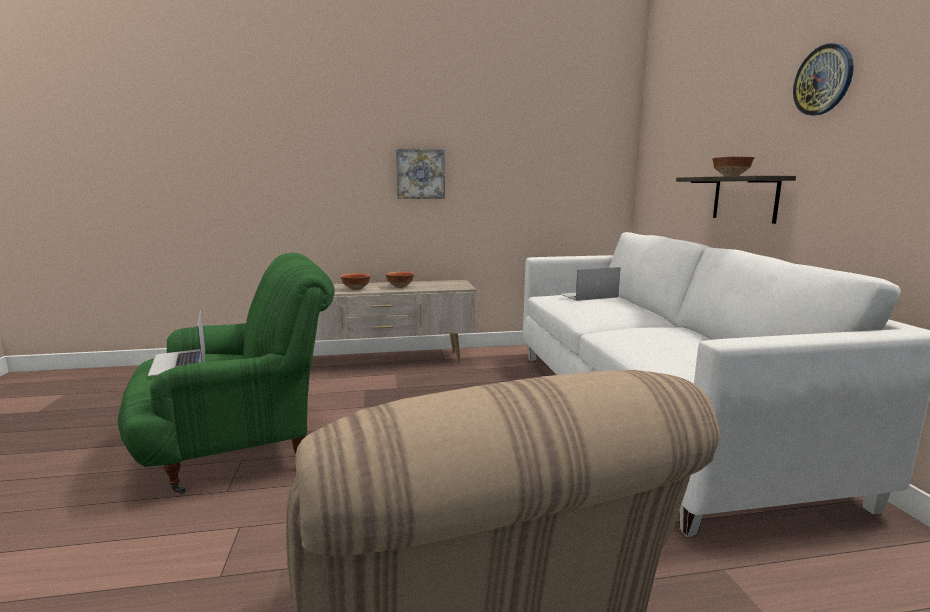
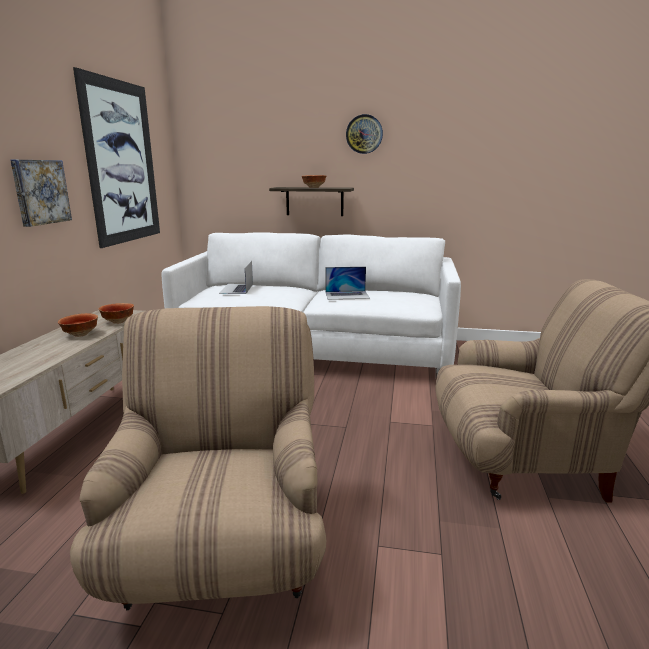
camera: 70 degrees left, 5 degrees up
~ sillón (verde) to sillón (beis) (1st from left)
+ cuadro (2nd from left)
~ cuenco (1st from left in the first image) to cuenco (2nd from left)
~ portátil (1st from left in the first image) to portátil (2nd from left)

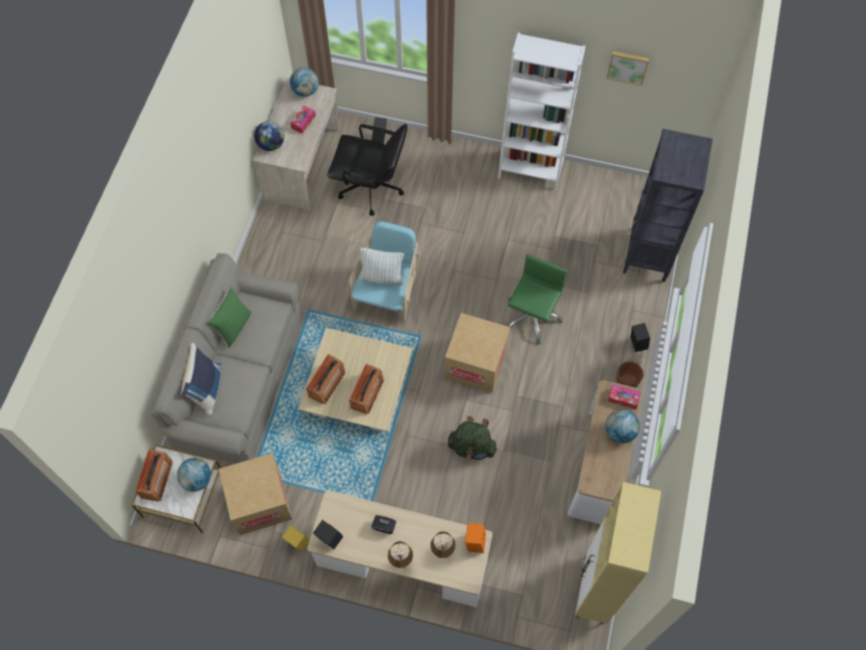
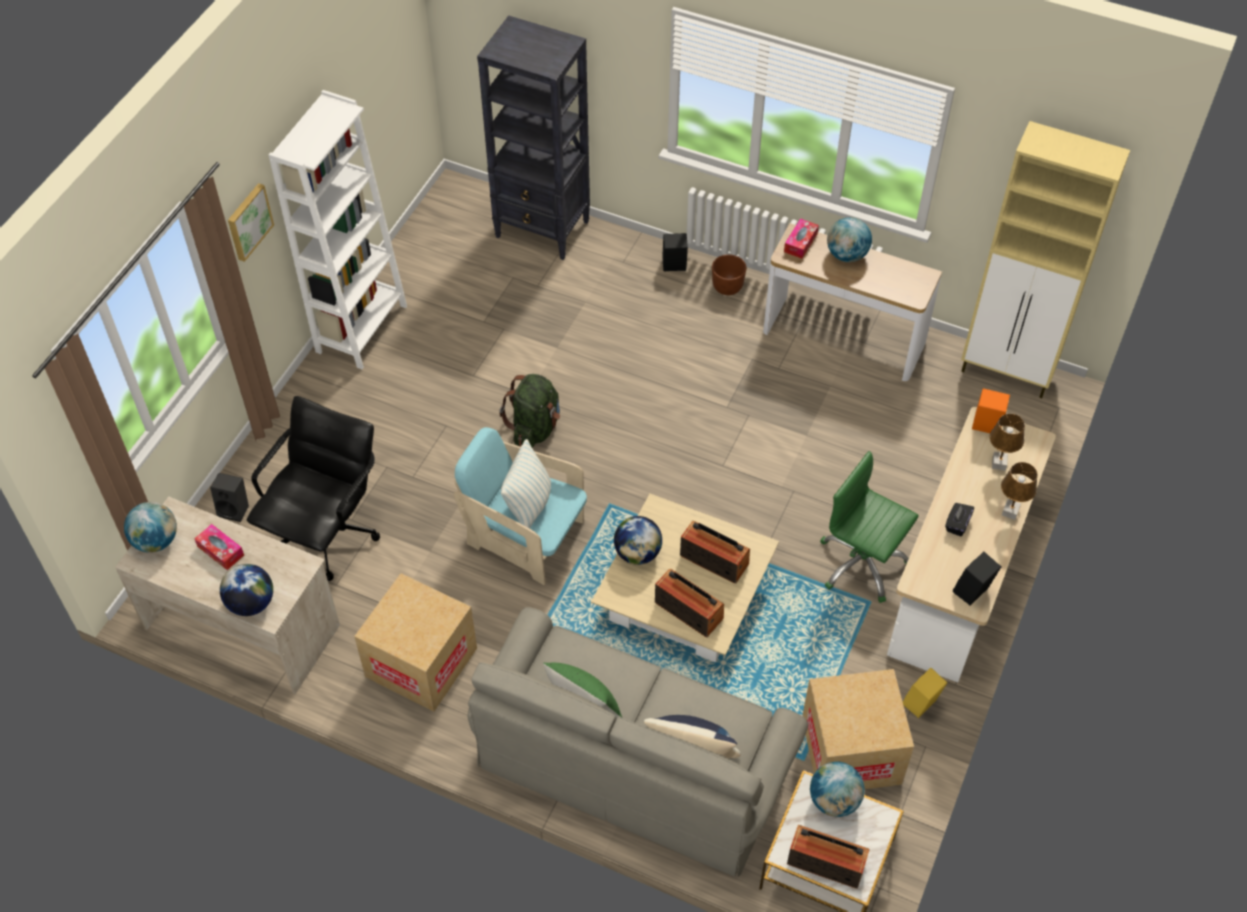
camera: 80 degrees left, 10 degrees down
~ cuadro
~ caja de cartón (2nd from left in the first image) to caja de cartón (1st from left)
~ mochila (verde)
+ globo terráqueo (3rd from left)
~ silla de oficina (verde)

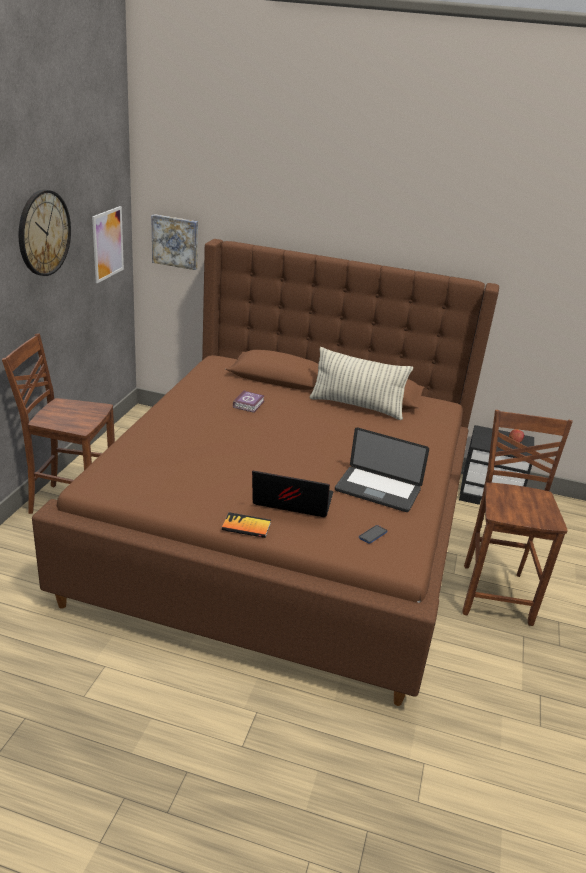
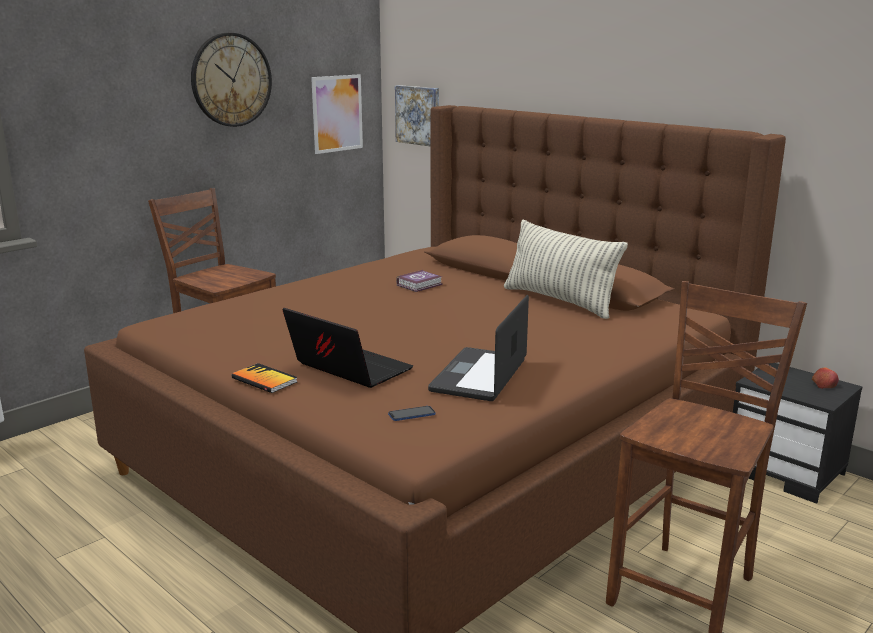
camera: 30 degrees right, 10 degrees down
~ portátil (2nd from left) 60 degrees clockwise

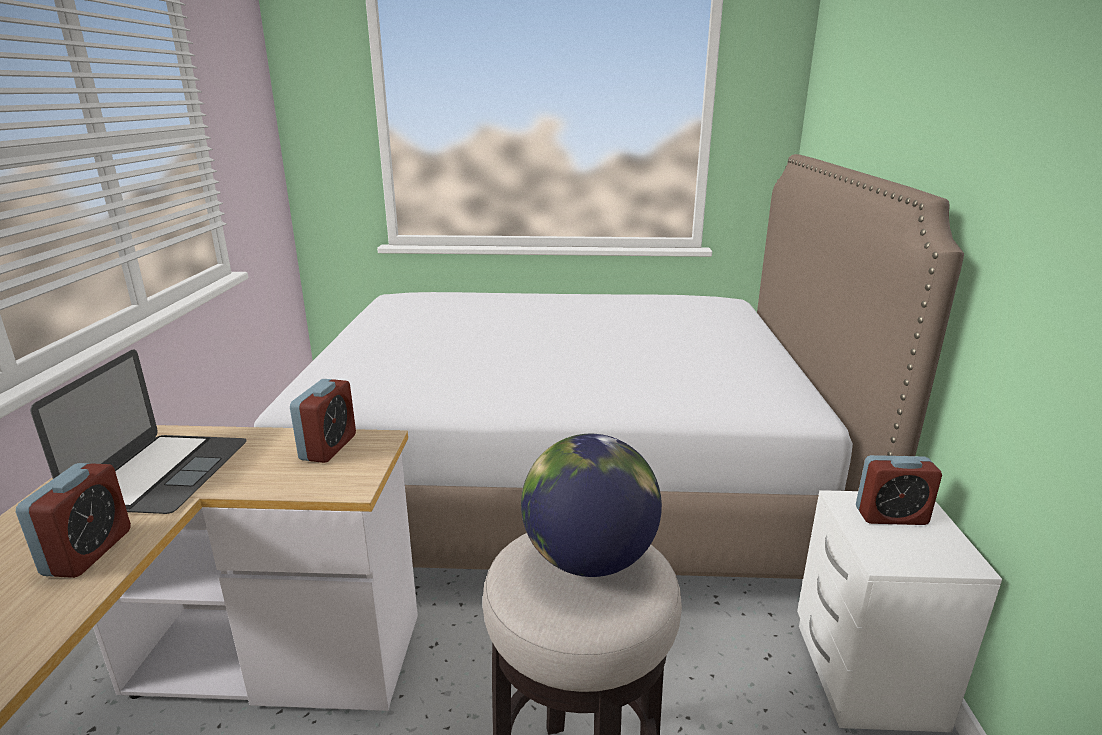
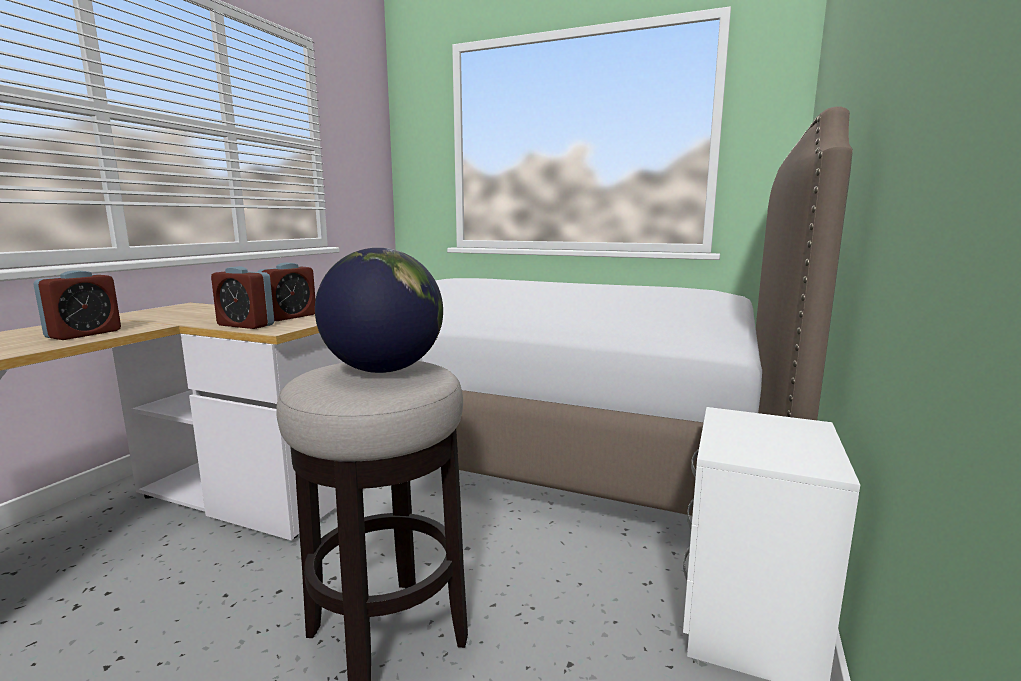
camera: 20 degrees right, 10 degrees down
~ despertador (3rd from left in the first image) to despertador (2nd from left)
- portátil

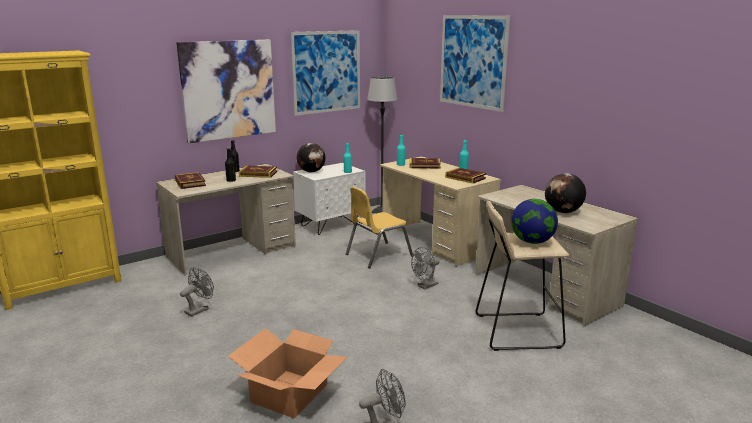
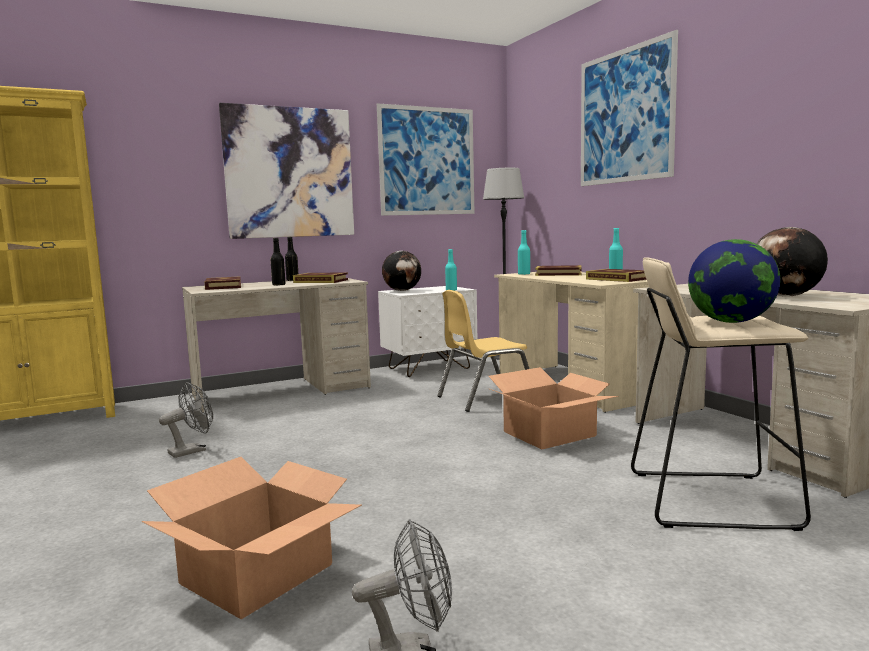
camera: 10 degrees right, 10 degrees down
~ ventilador (gris) (3rd from left) to caja de cartón (2nd from left)

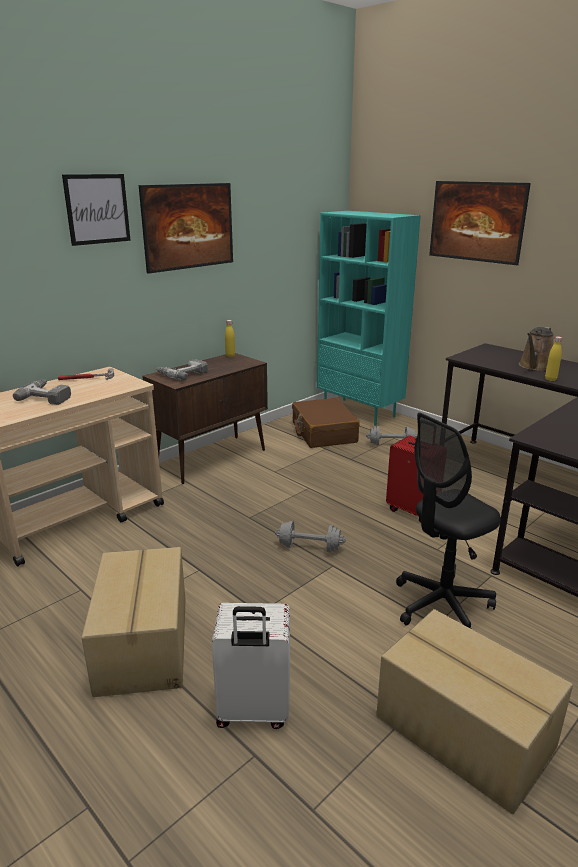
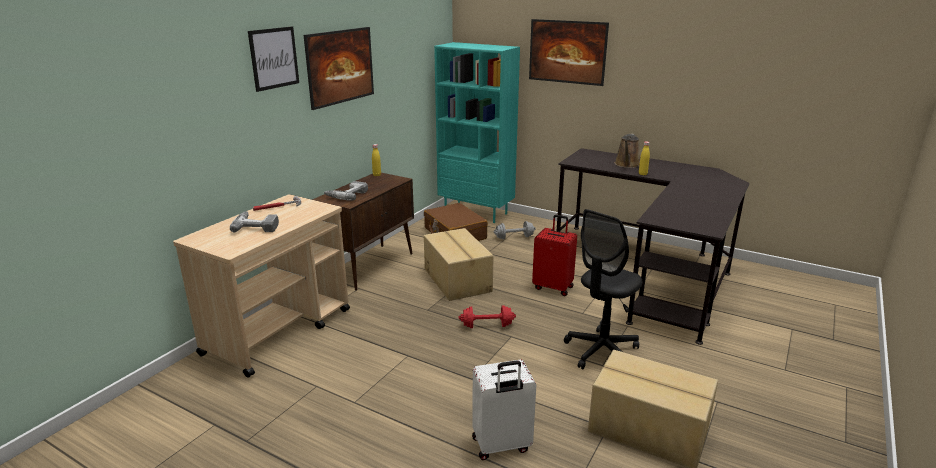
camera: 15 degrees left, 0 degrees up
~ caja de cartón (1st from left)
~ mancuerna (gris) (1st from left) to mancuerna (rojo)

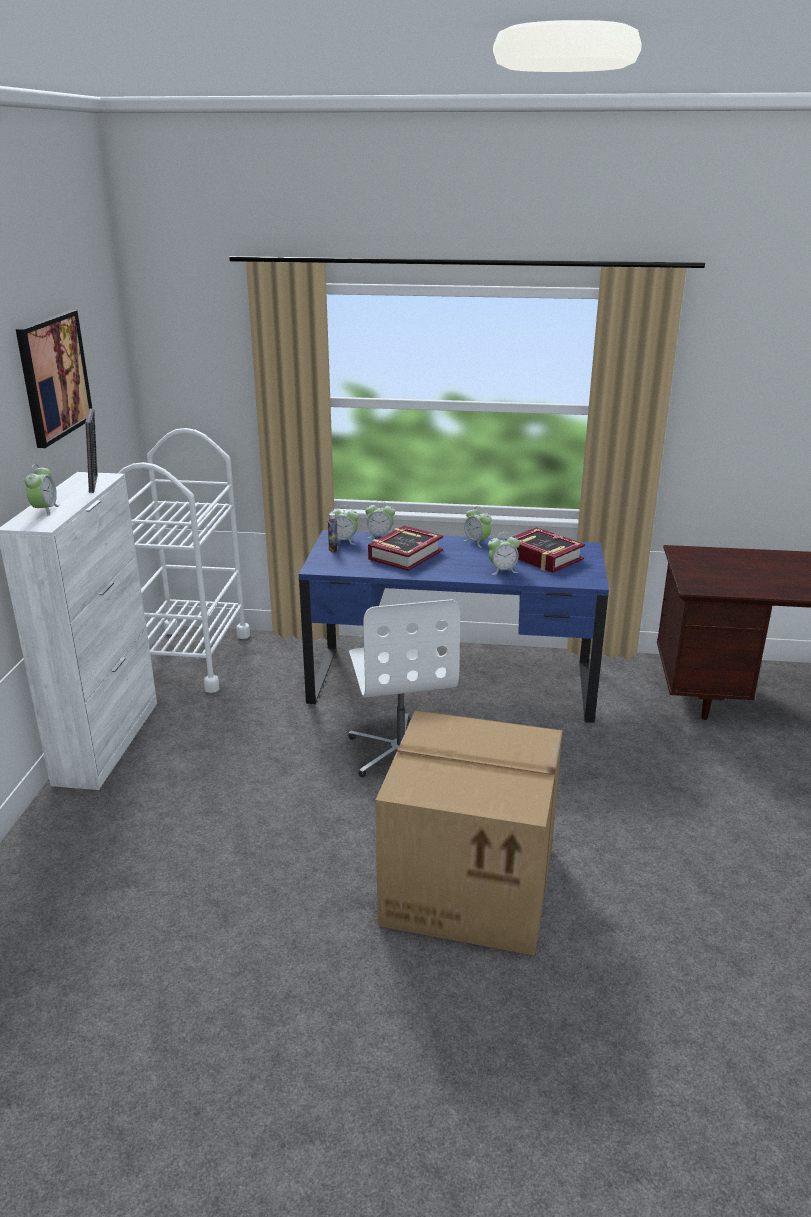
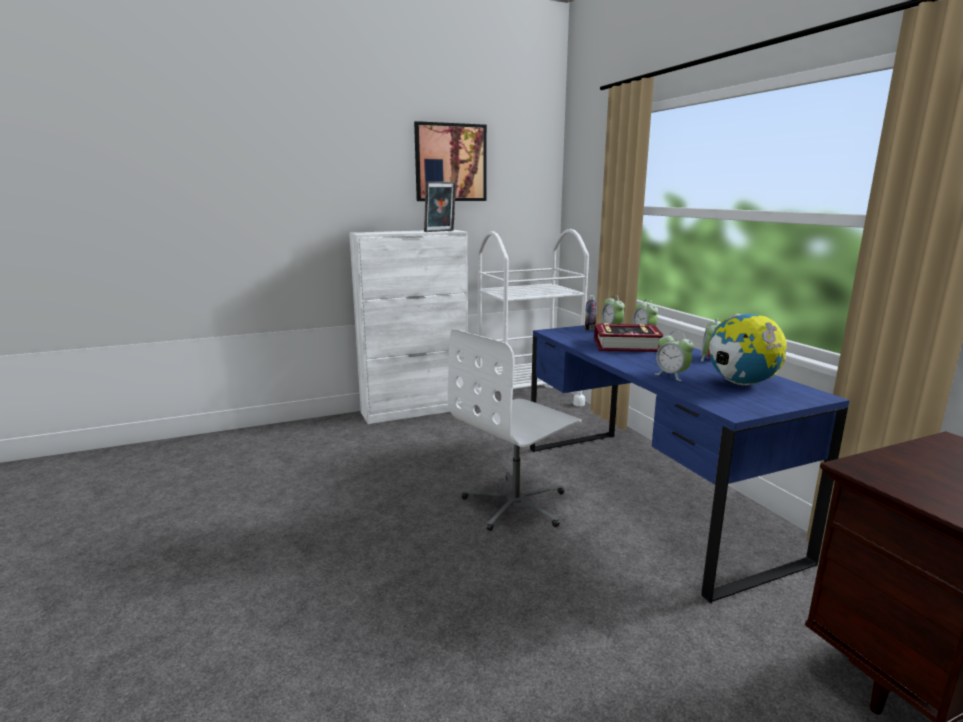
camera: 60 degrees right, 10 degrees down
~ libro (2nd from left) to globo terráqueo
- despertador (1st from left)
- caja de cartón

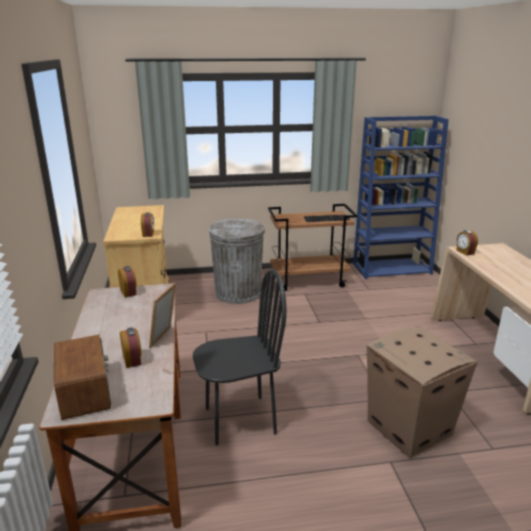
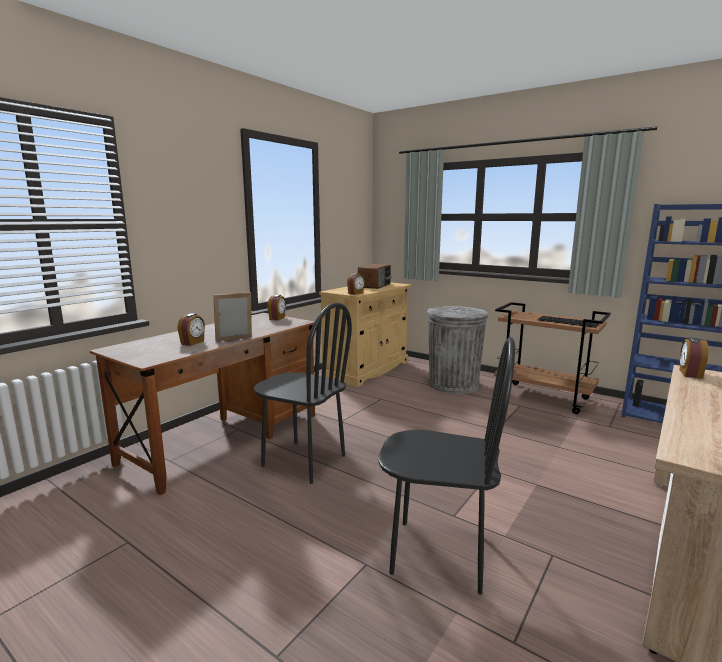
camera: 45 degrees right, 10 degrees down
~ radio
~ caja de cartón to silla (negro) (2nd from left)

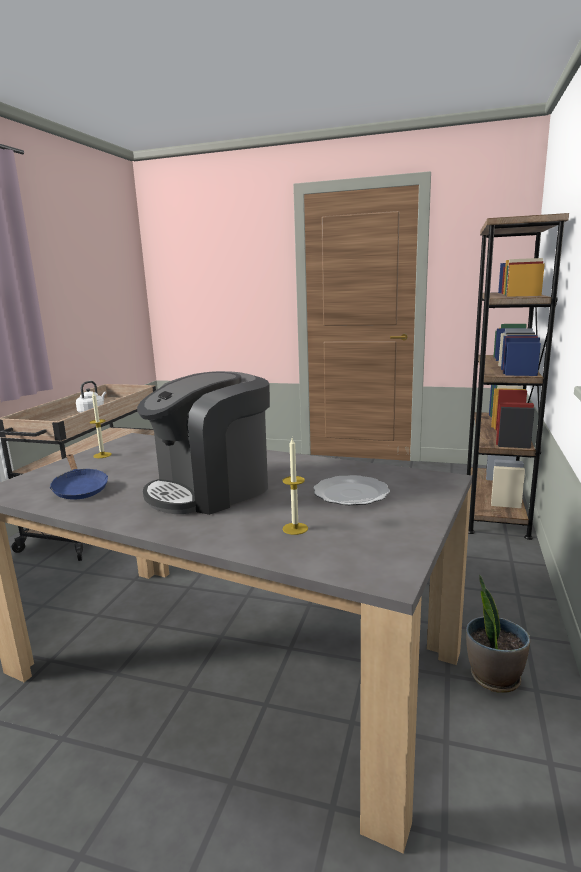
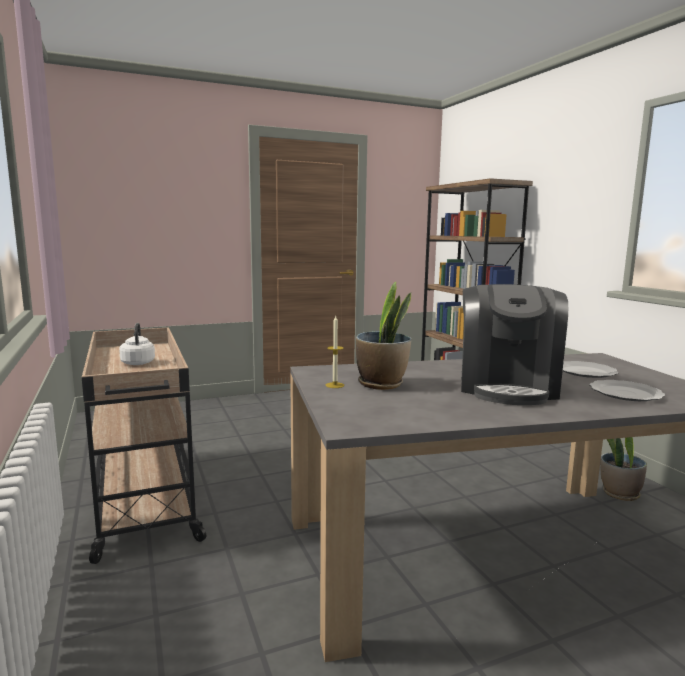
camera: 40 degrees left, 5 degrees down
+ planta en maceta (1st from left)
~ vela (2nd from left) to plato (2nd from left)
- sartén (azul)

